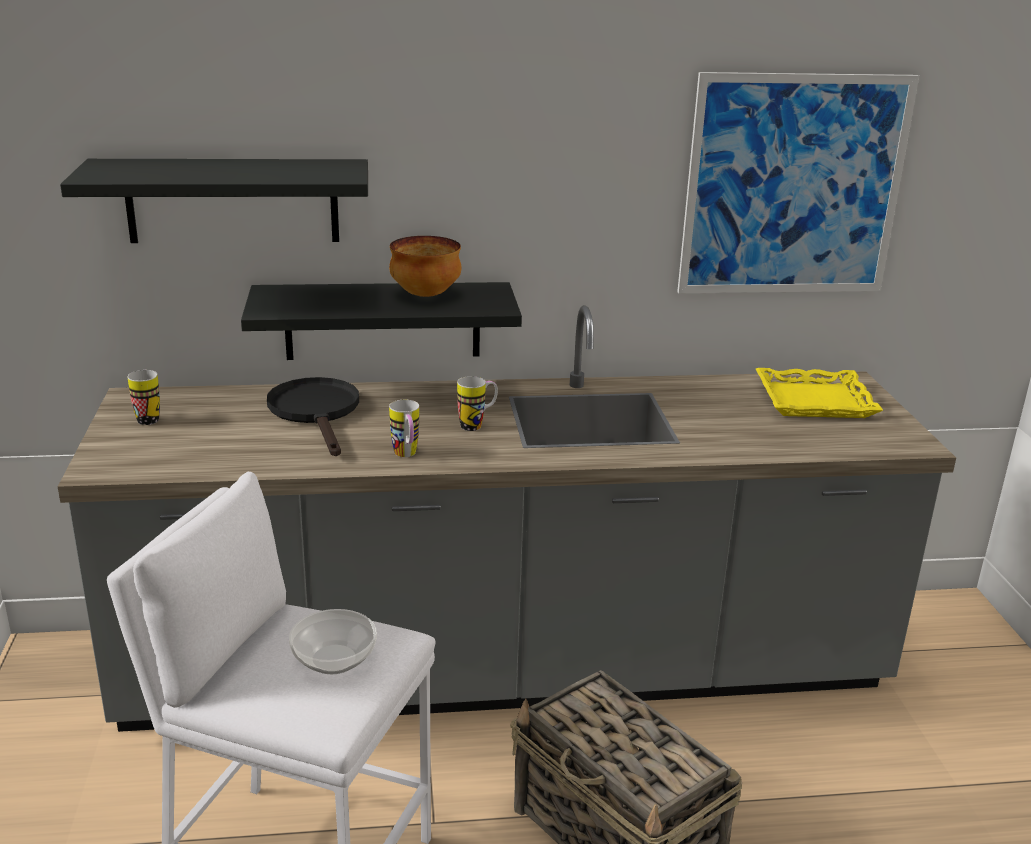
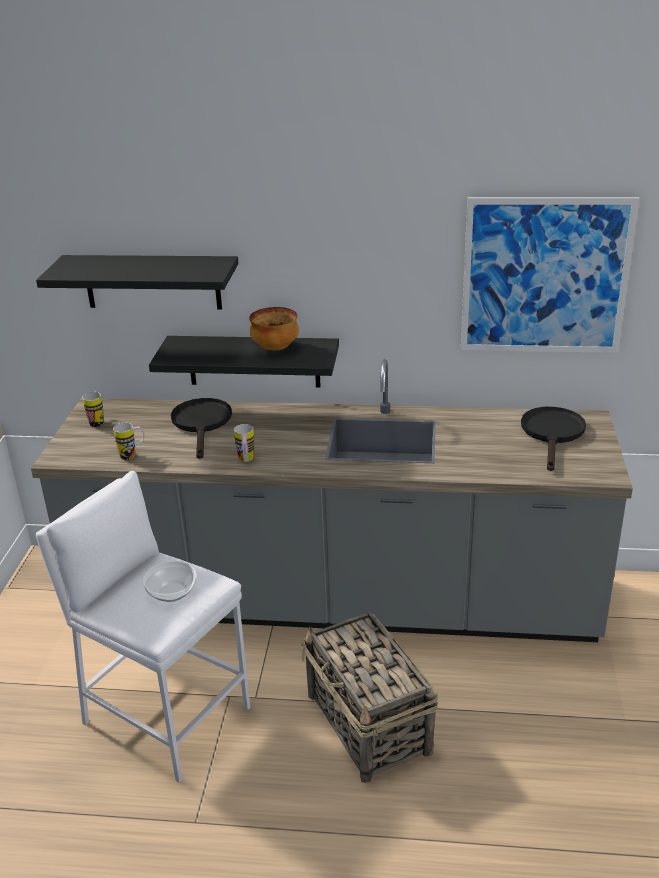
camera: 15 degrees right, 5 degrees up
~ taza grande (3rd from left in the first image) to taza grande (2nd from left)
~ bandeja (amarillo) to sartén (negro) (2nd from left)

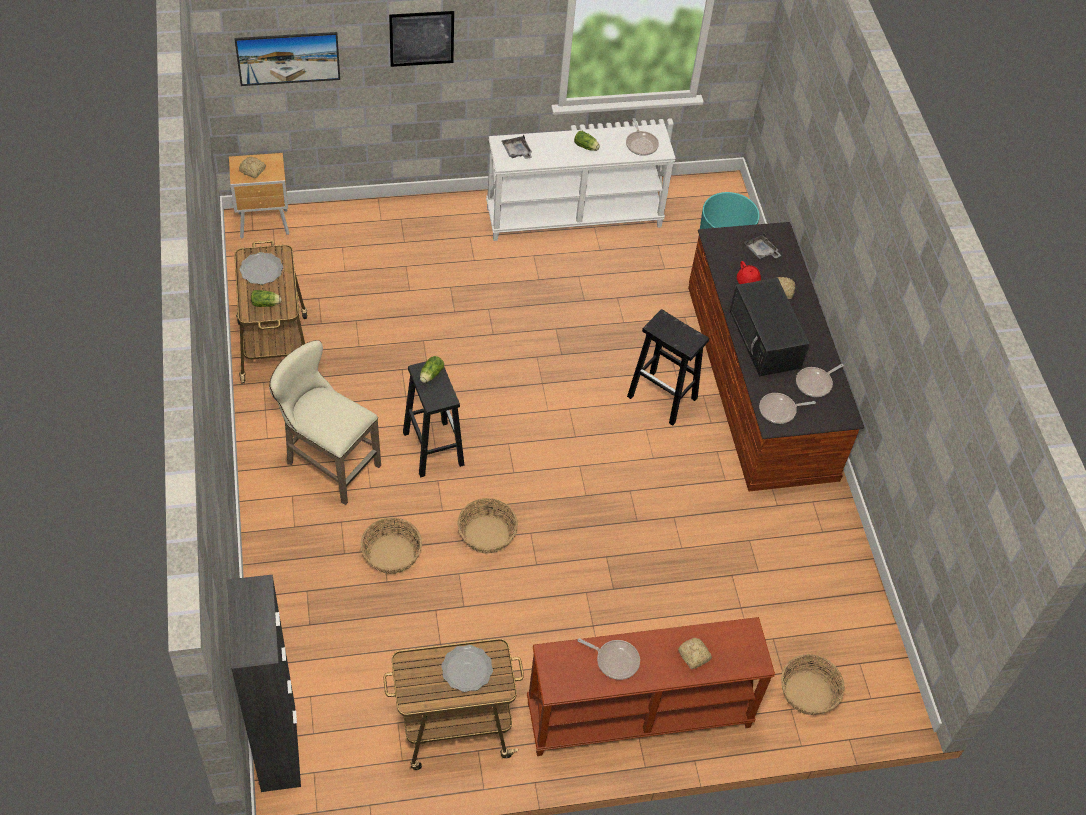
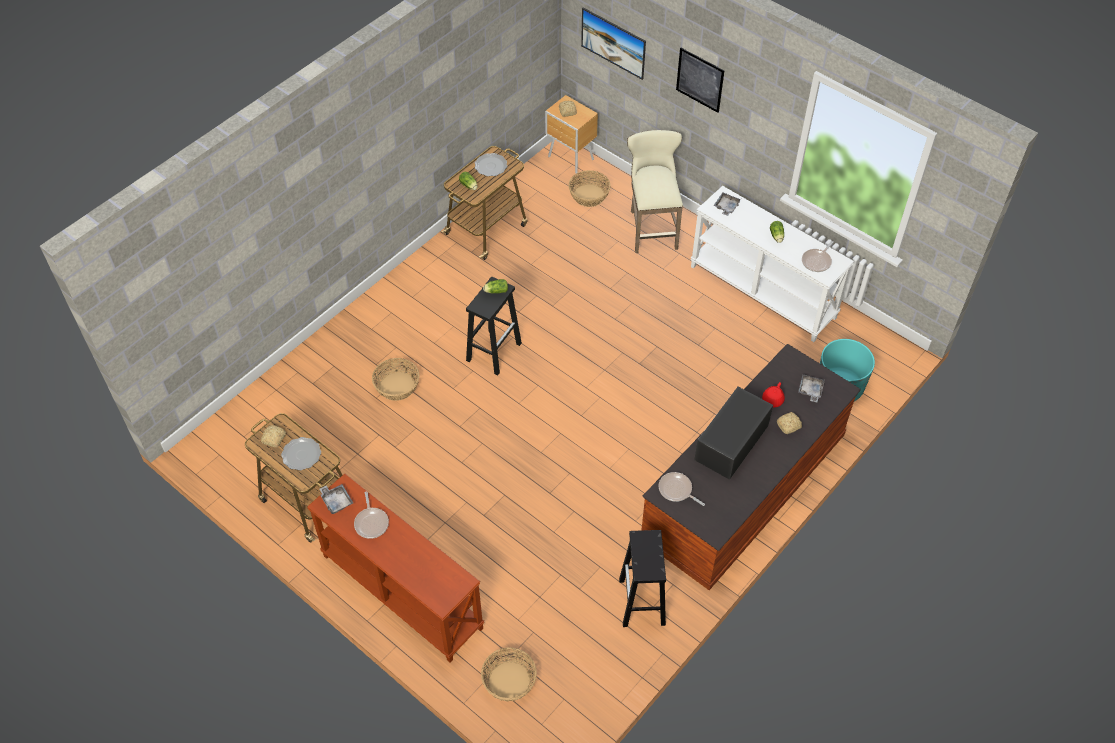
camera: 55 degrees right, 0 degrees up
~ pan (2nd from left in the first image) to pan (1st from left)
+ bandeja (gris) (1st from left)
~ cesta (2nd from left in the first image) to cesta (3rd from left)
~ taburete (negro) (2nd from left)
~ taburete (beis)
- armario (negro)
- sartén (4th from left)

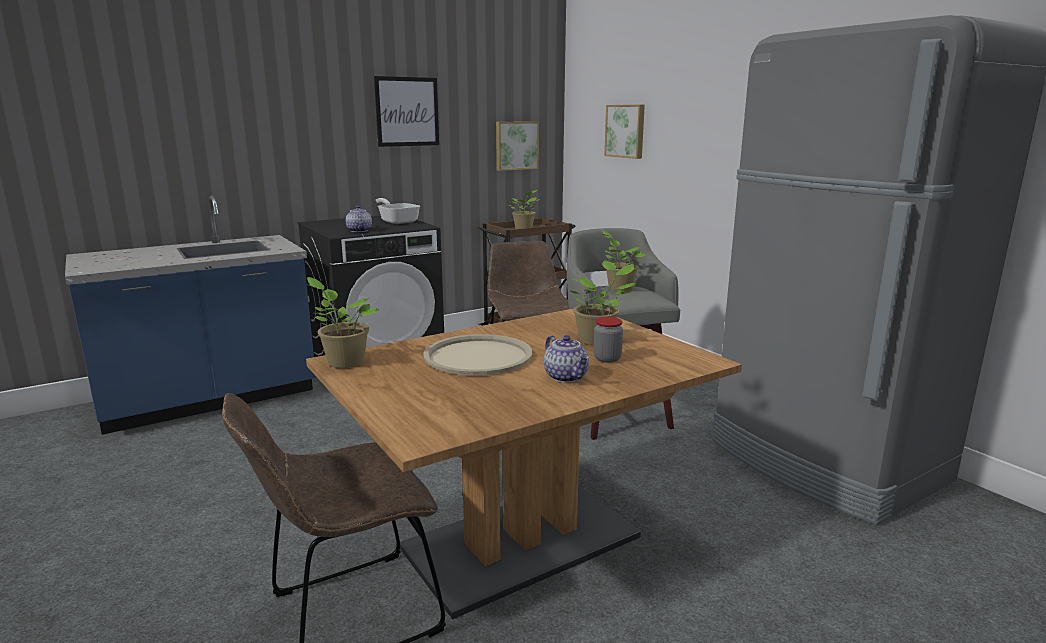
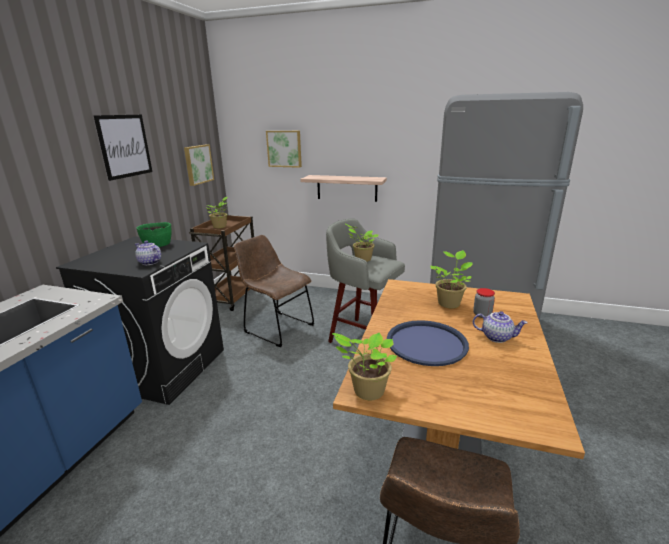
camera: 40 degrees left, 5 degrees up
~ sartén to cuenco (verde)
+ estante
~ bandeja (beis) to bandeja (azul)

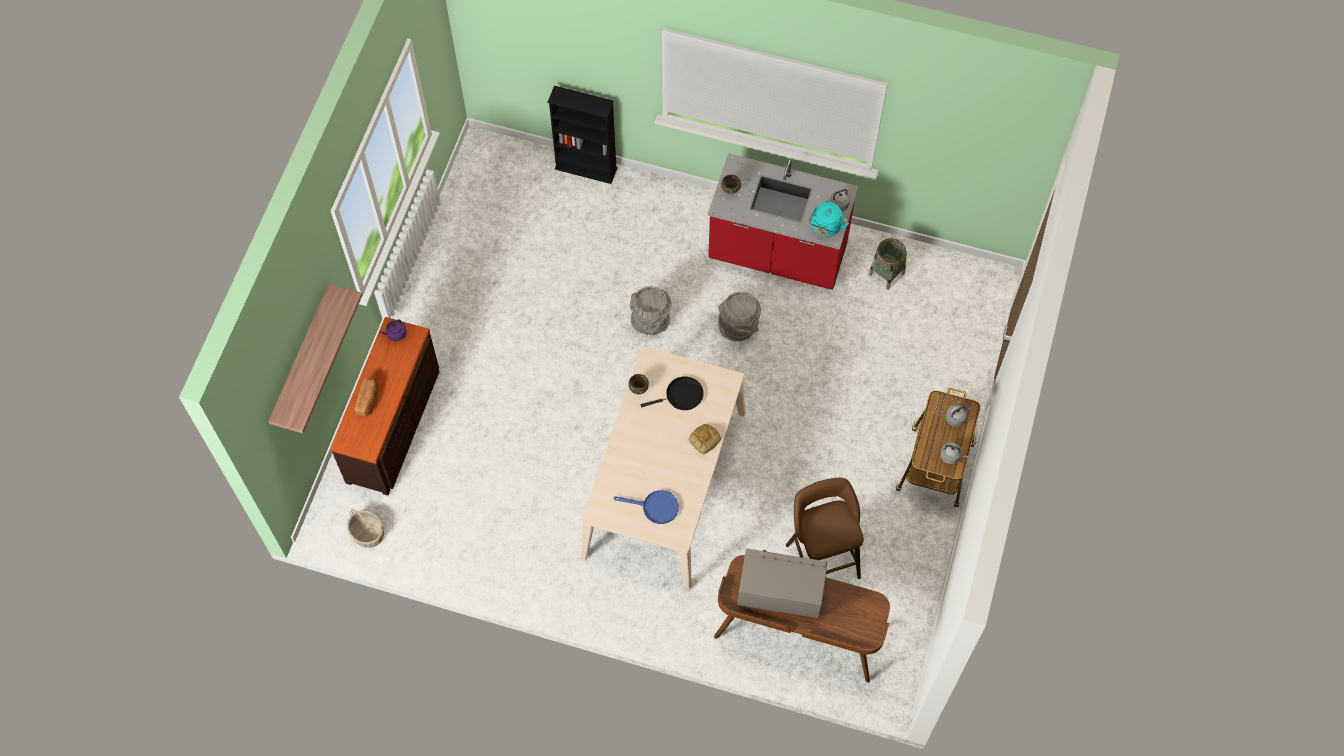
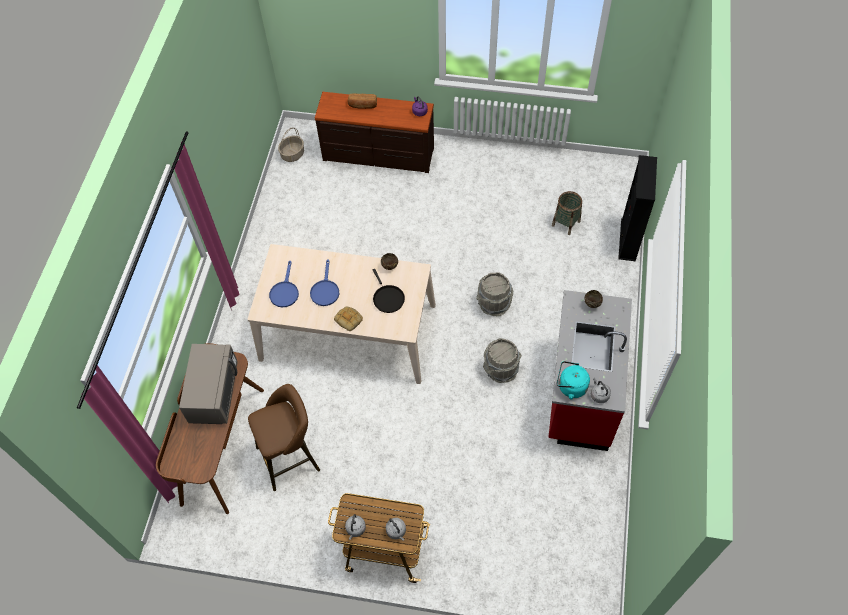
camera: 85 degrees right, 5 degrees down
+ sartén (azul) (2nd from left)
~ cesta (2nd from left)
- estante

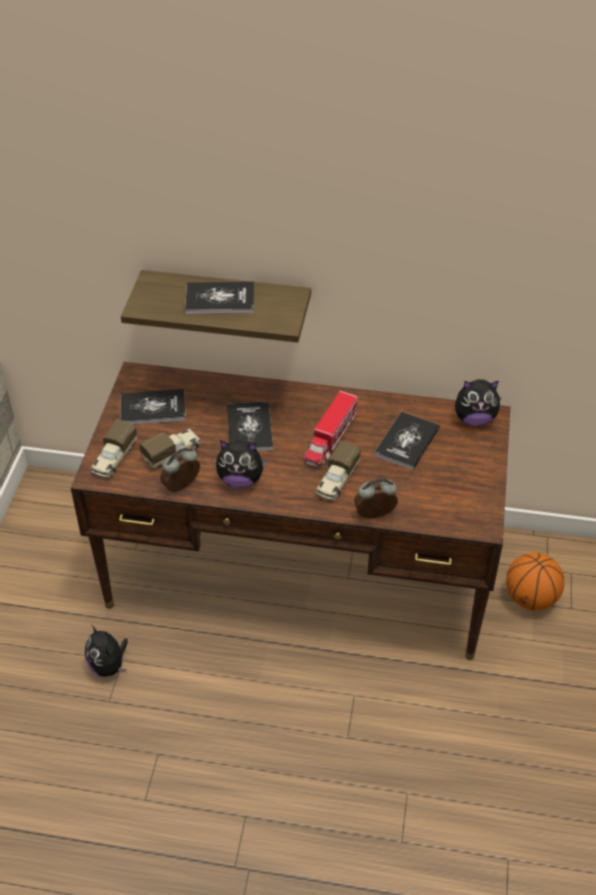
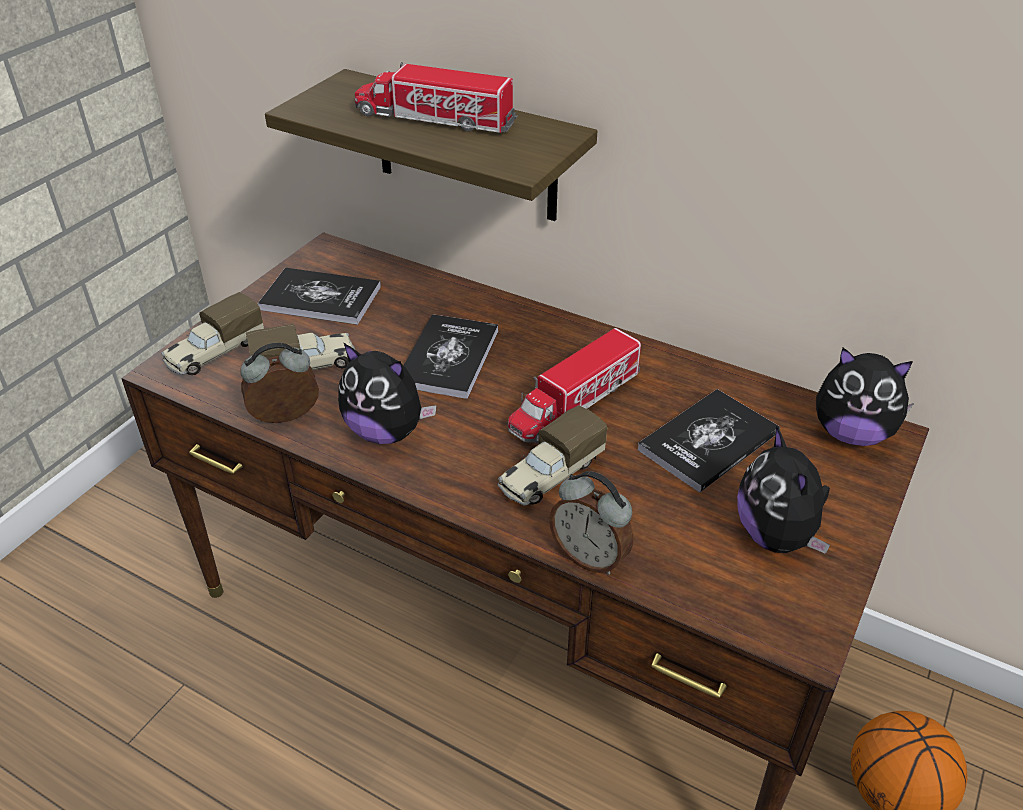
camera: 20 degrees right, 5 degrees down
~ libro (2nd from left) to camión de juguete (3rd from left)
~ despertador (2nd from left) 150 degrees counterclockwise
~ peluche (1st from left in the first image) to peluche (2nd from left)

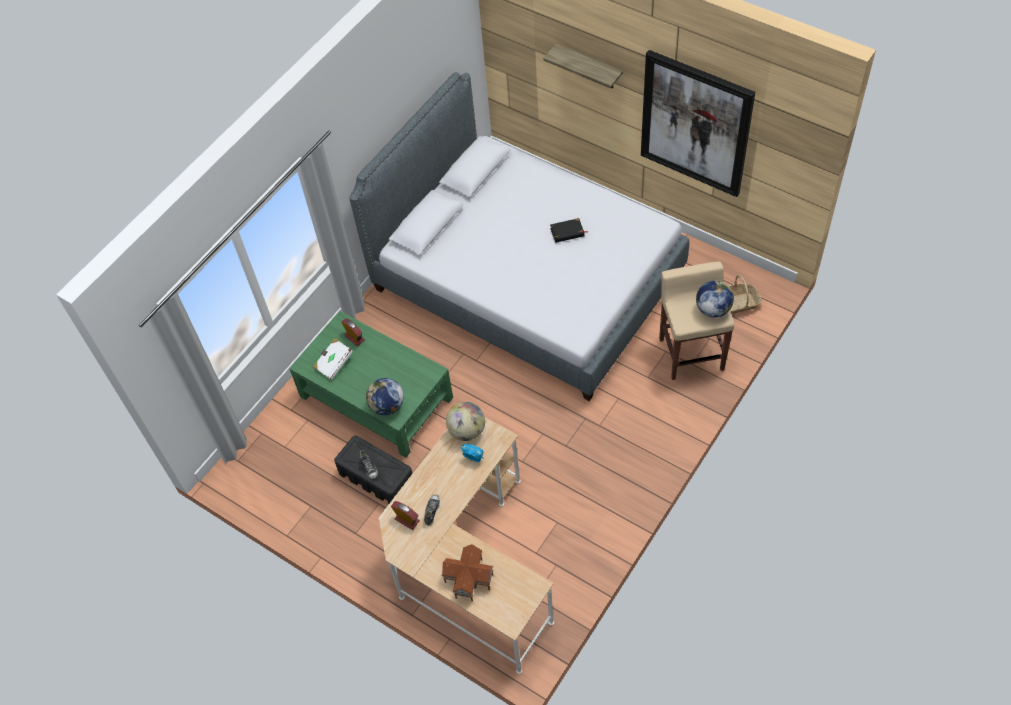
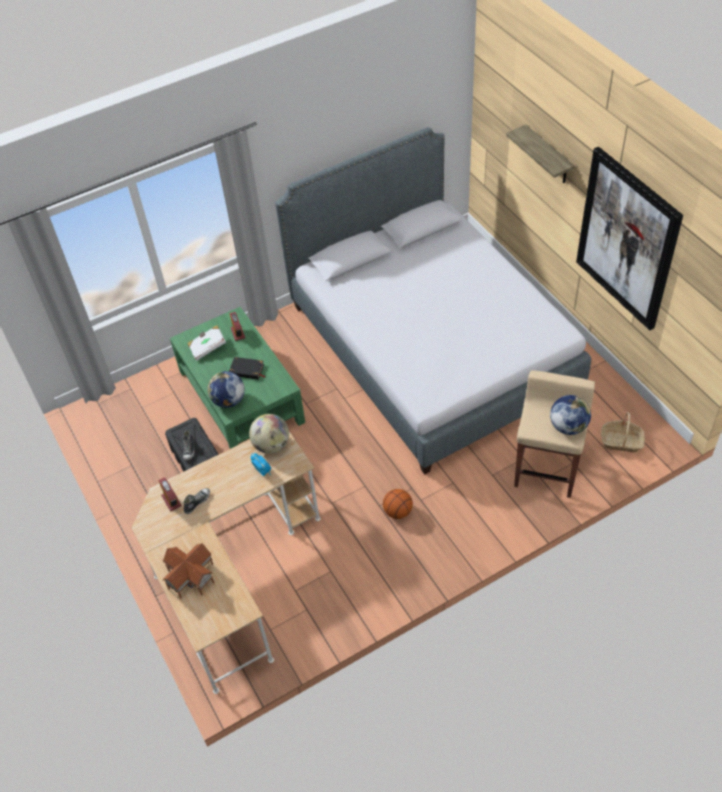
camera: 25 degrees right, 5 degrees down
~ libro (negro)
+ balón de baloncesto

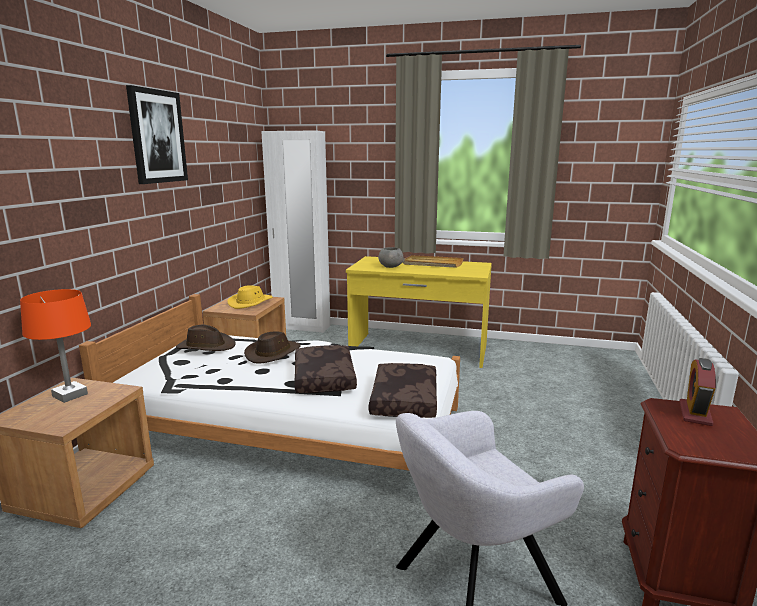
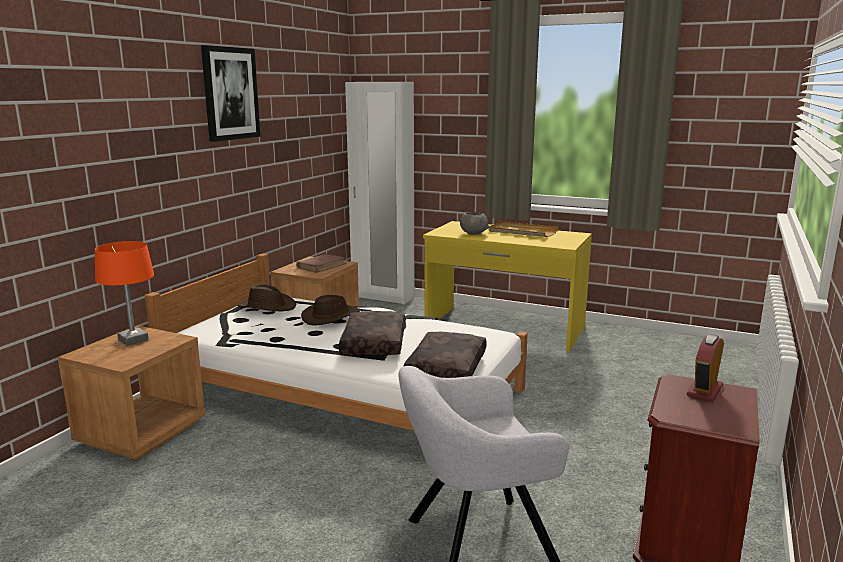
camera: 10 degrees right, 0 degrees up
~ sombrero (amarillo) to libro (marrón)

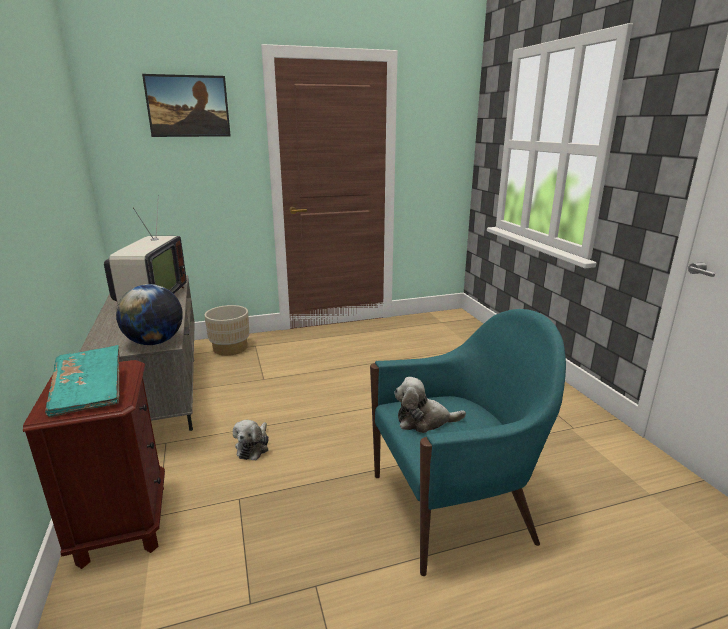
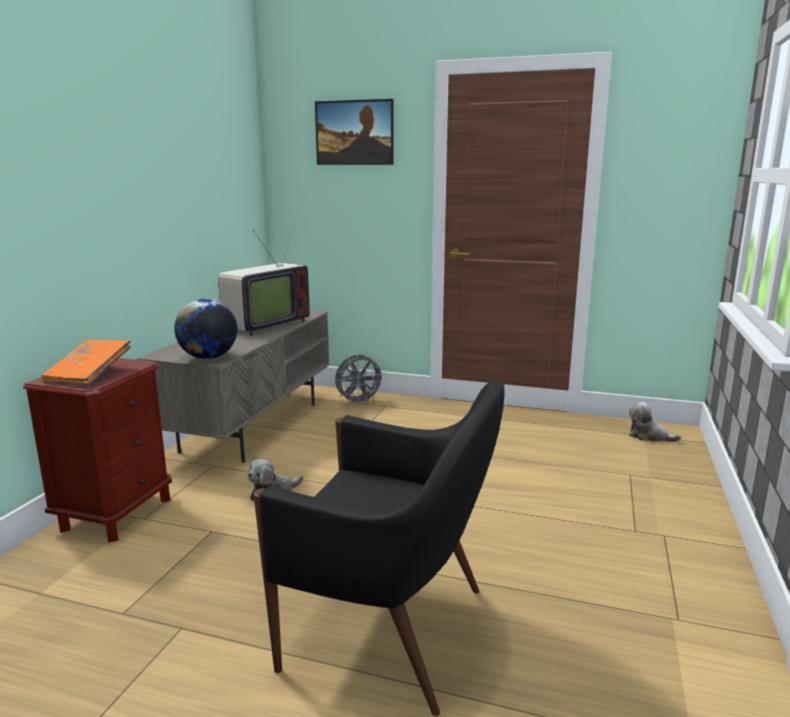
camera: 35 degrees right, 5 degrees down
~ libro (turquesa) to libro (naranja)
~ sillón (turquesa) to sillón (negro)
~ maceta (beis) to ventilador (gris)
~ peluche (2nd from left)

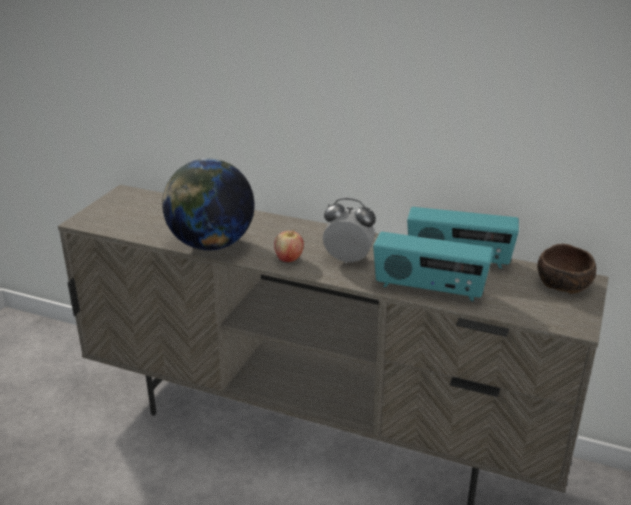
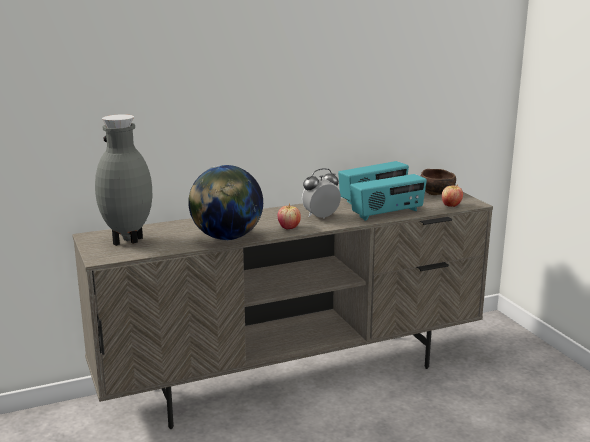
camera: 45 degrees left, 10 degrees down
+ florero (gris)
+ manzana (2nd from left)

